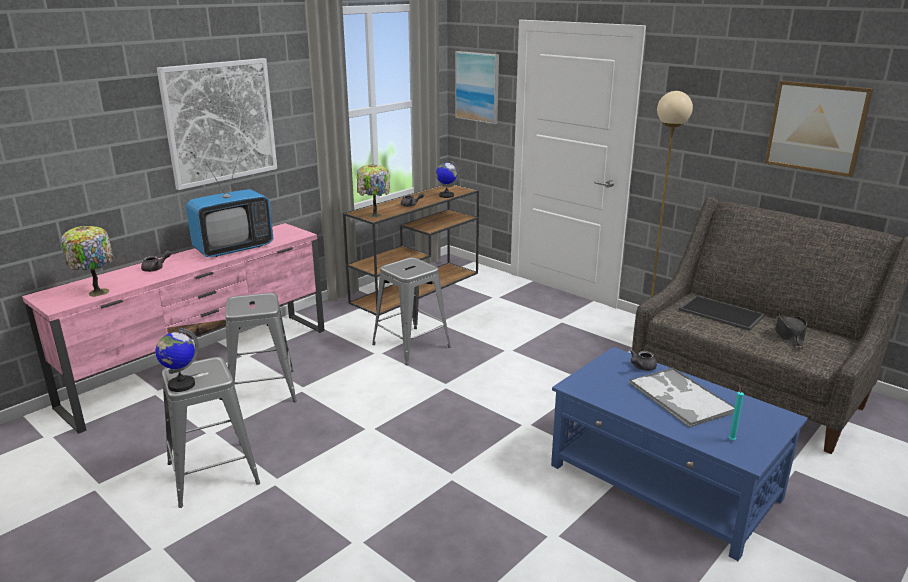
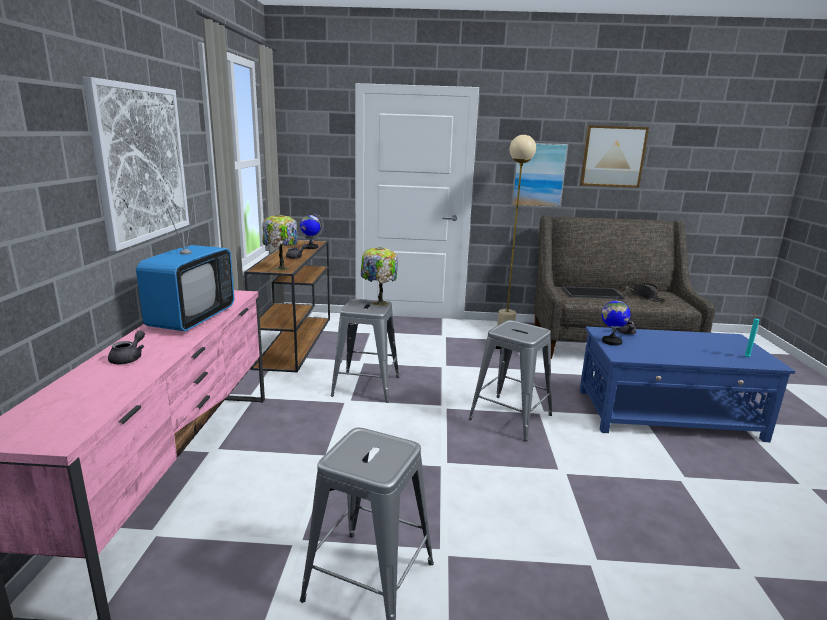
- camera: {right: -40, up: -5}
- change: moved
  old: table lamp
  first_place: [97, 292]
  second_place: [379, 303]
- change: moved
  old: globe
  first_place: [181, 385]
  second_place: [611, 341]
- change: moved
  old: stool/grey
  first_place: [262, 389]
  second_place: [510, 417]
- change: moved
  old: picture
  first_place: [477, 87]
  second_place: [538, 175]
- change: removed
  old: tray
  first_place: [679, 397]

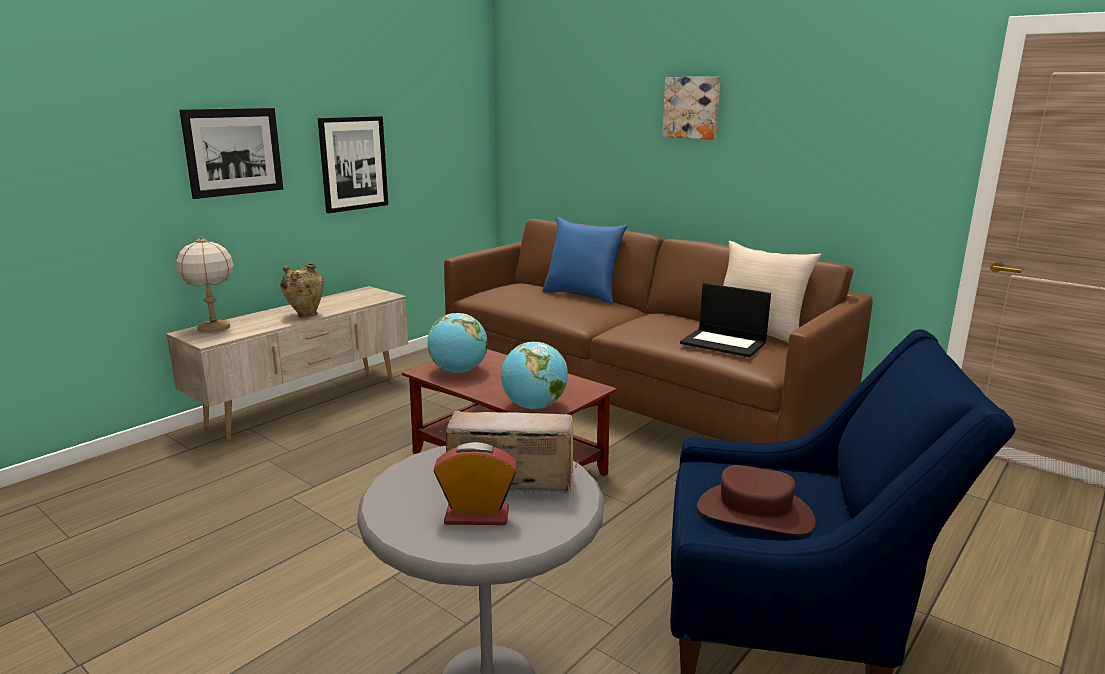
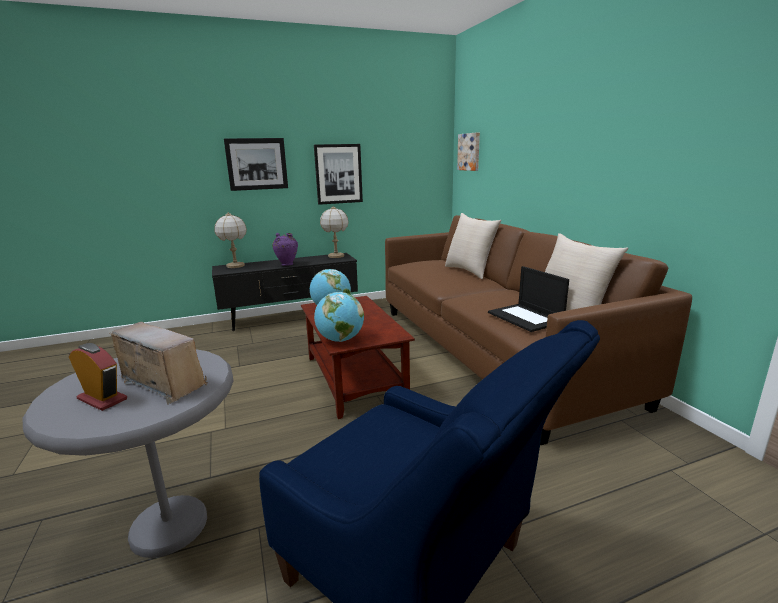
- camera: {right: 30, up: 0}
- change: recoloured
  old: tv stand/beige
  new: tv stand/black
  first_place: [306, 403]
  second_place: [291, 318]
- change: recoloured
  old: vase/beige
  new: vase/purple
  first_place: [305, 315]
  second_place: [287, 264]
- change: recoloured
  old: pillow/blue
  new: pillow/beige
  first_place: [582, 295]
  second_place: [470, 271]
- change: moved
  old: picture
  first_place: [692, 107]
  second_place: [469, 152]
- change: removed
  old: hat/brown
  first_place: [754, 513]
- change: added
  new: table lamp
  second_place: [336, 256]

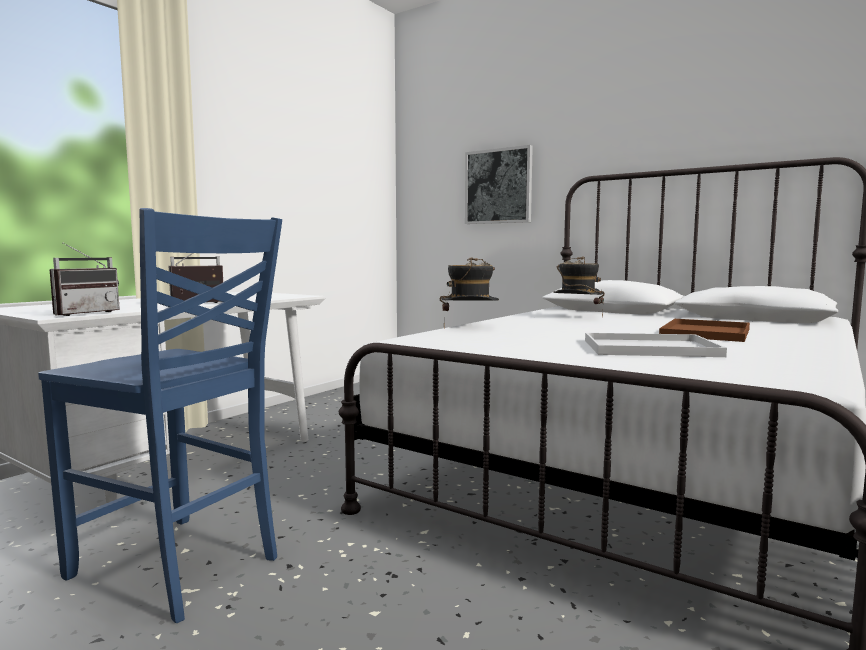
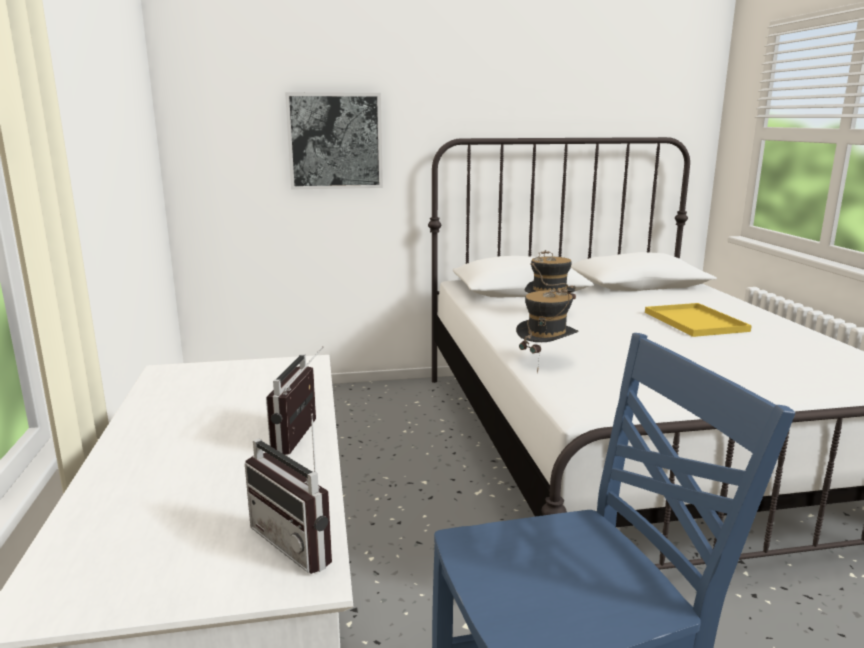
- camera: {right: -45, up: 10}
- change: turned
  old: radio
  first_place: [84, 313]
  second_place: [302, 542]
  degrees: 150
- change: removed
  old: tray/white
  first_place: [651, 348]
- change: recoloured
  old: tray/brown
  new: tray/yellow
  first_place: [706, 333]
  second_place: [697, 322]

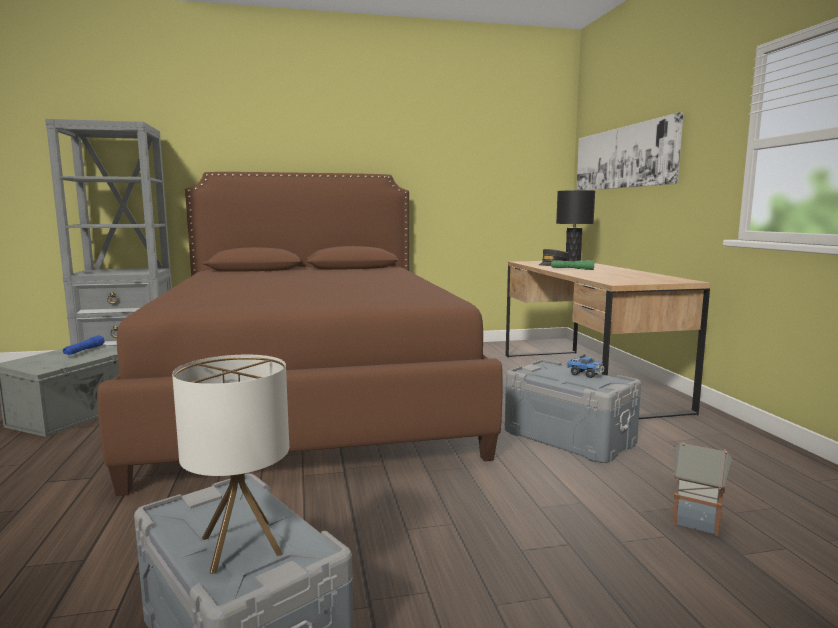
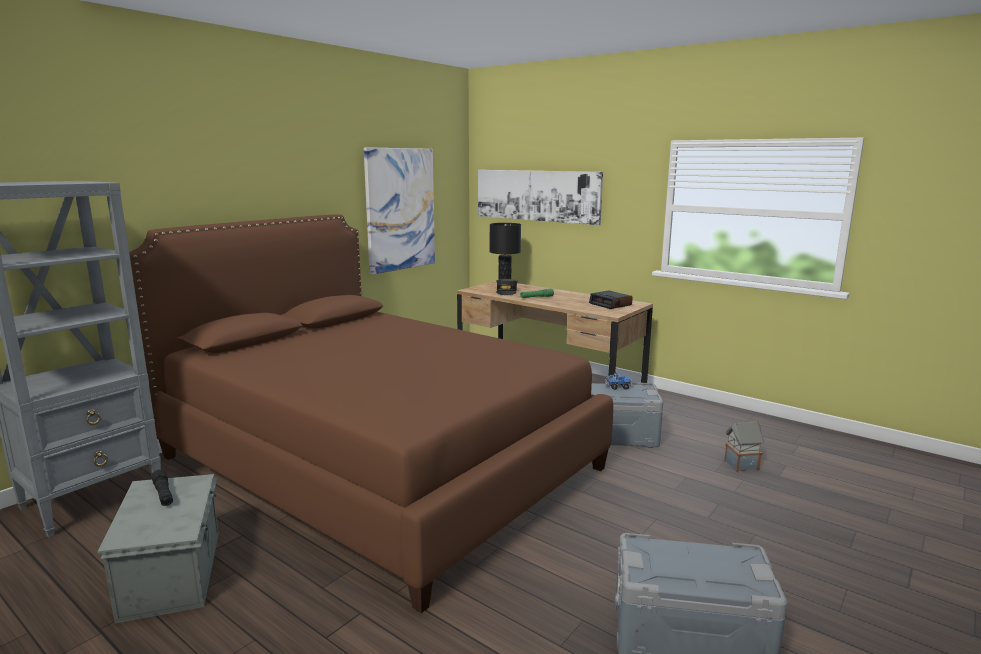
- camera: {right: -40, up: 5}
- change: recoloured
  old: flashlight/blue
  new: flashlight/black
  first_place: [84, 350]
  second_place: [163, 494]
- change: removed
  old: table lamp
  first_place: [241, 546]
- change: added
  new: picture
  second_place: [400, 209]
- change: added
  new: alarm clock
  second_place: [611, 304]

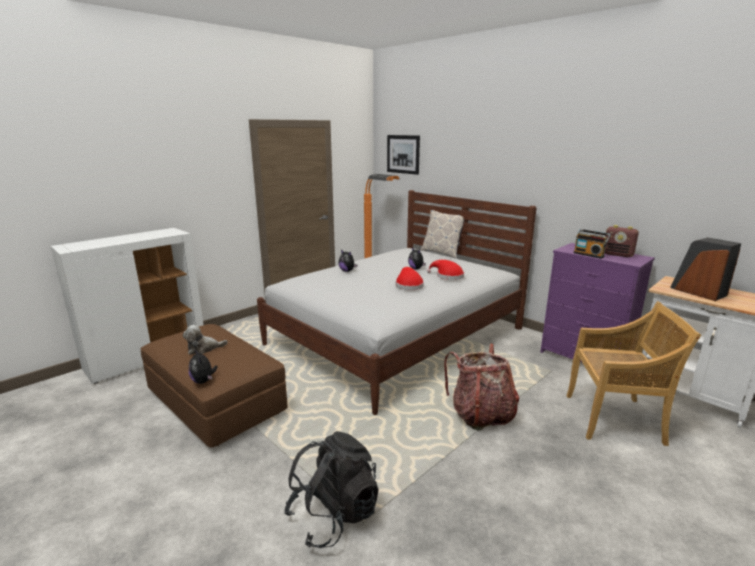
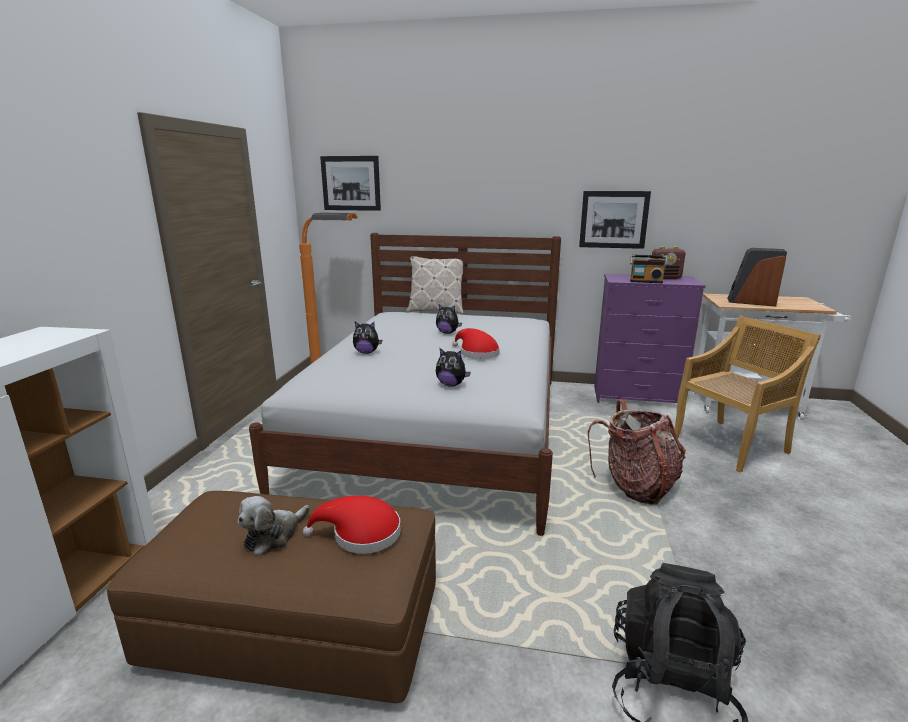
- camera: {right: -35, up: 0}
- change: moved
  old: plush toy
  first_place: [203, 381]
  second_place: [451, 384]
- change: moved
  old: hat/red
  first_place: [447, 276]
  second_place: [361, 534]
- change: added
  new: picture
  second_place: [613, 219]

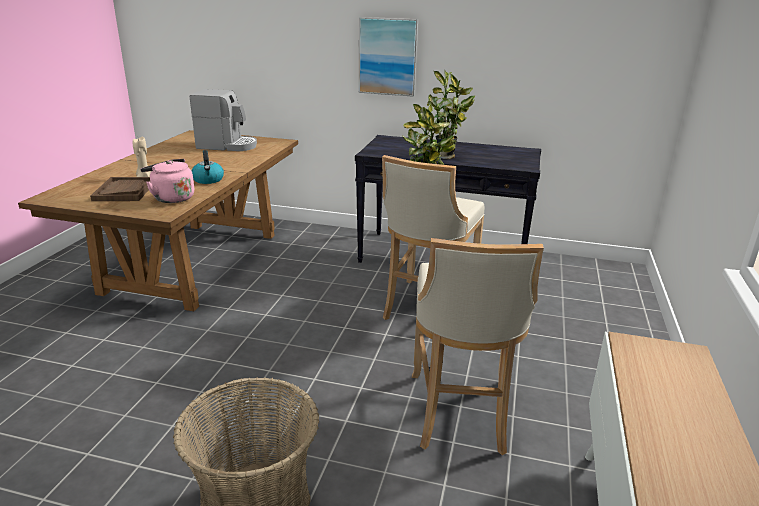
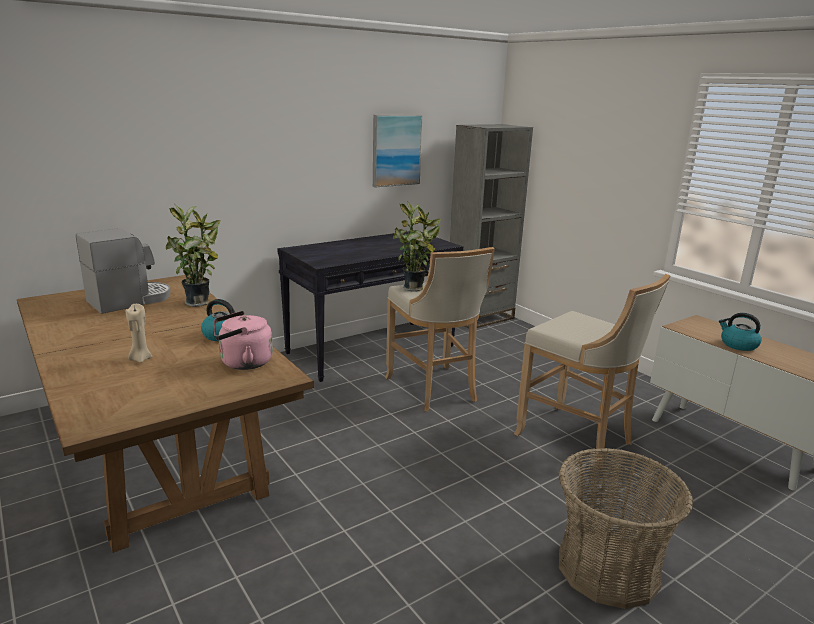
- camera: {right: -50, up: -5}
- change: removed
  old: tray/brown
  first_place: [124, 191]
- change: moved
  old: picture
  first_place: [388, 56]
  second_place: [396, 150]
- change: moved
  old: potted plant
  first_place: [447, 157]
  second_place: [200, 303]
- change: added
  new: bookcase/grey
  second_place: [480, 317]
- change: added
  new: kettle
  second_place: [738, 345]

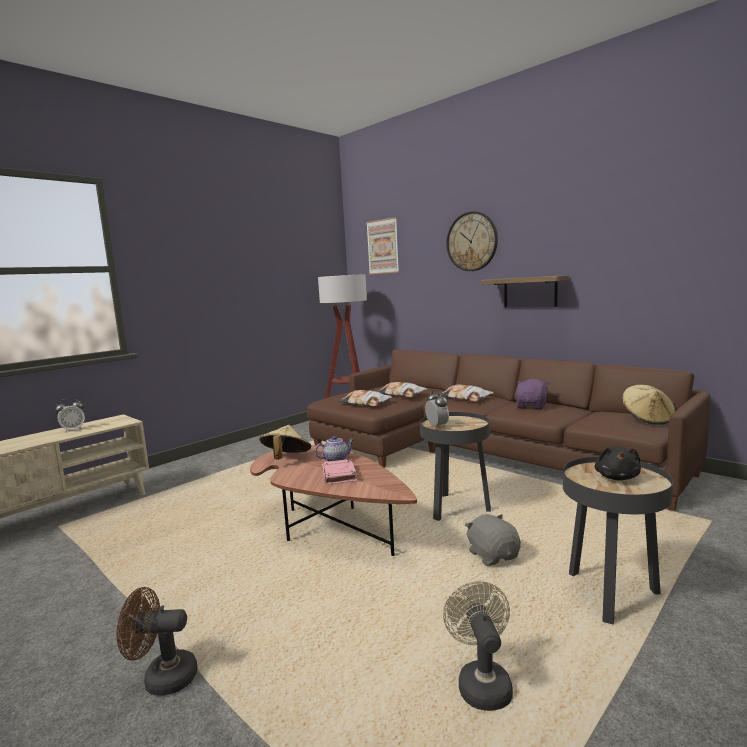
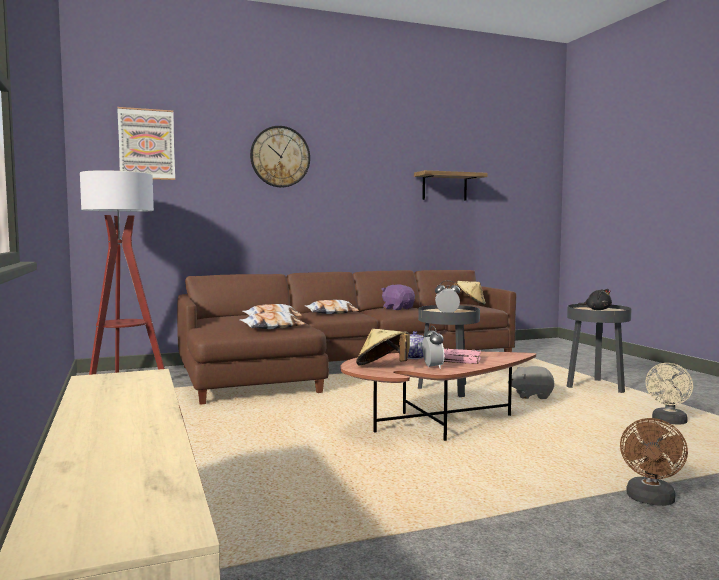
- camera: {right: -65, up: -5}
- change: moved
  old: alarm clock
  first_place: [73, 430]
  second_place: [432, 367]
- change: turned
  old: fan/beige
  first_place: [481, 682]
  second_place: [668, 422]
  degrees: -75
- change: moved
  old: shelf
  first_place: [530, 292]
  second_place: [444, 187]

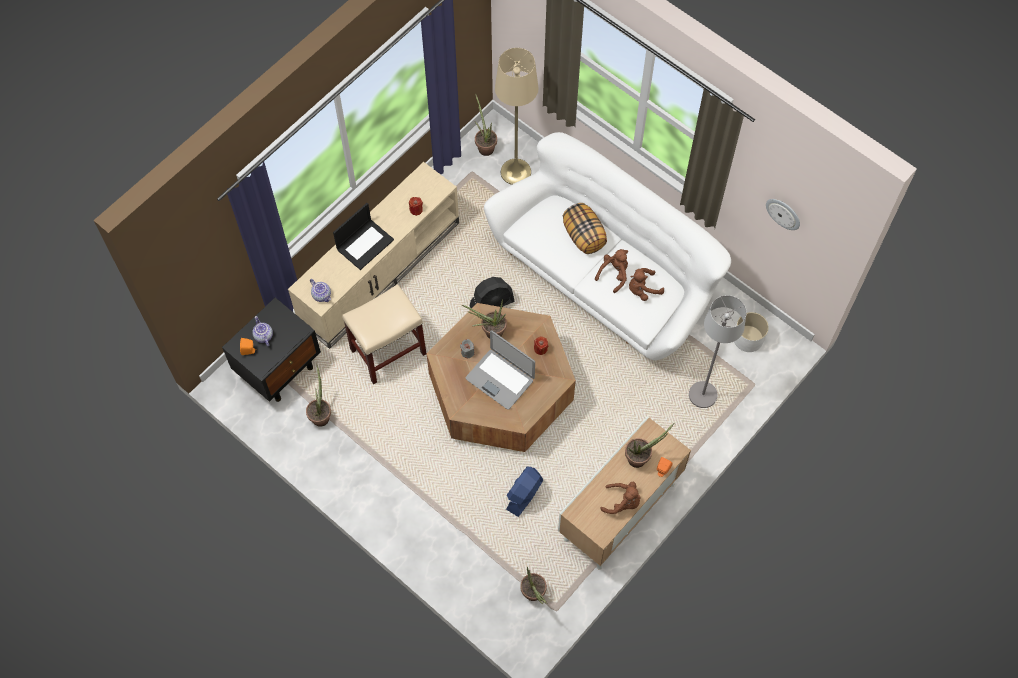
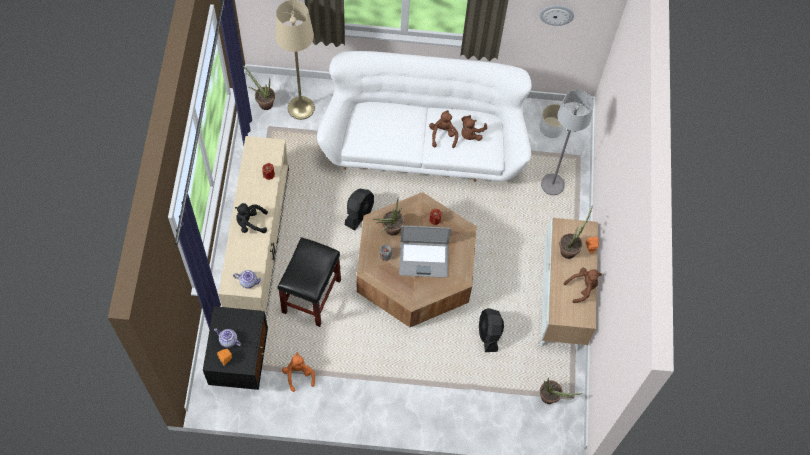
- camera: {right: -40, up: 0}
- change: replaced
  old: potted plant
  new: plush toy/orange
  first_place: [321, 414]
  second_place: [298, 374]
- change: replaced
  old: laptop
  new: plush toy/black
  first_place: [365, 244]
  second_place: [250, 223]
- change: recoloured
  old: stool/beige
  new: stool/black
  first_place: [388, 351]
  second_place: [311, 295]
- change: recoloured
  old: fan/blue
  new: fan/black
  first_place: [524, 495]
  second_place: [489, 333]
- change: removed
  old: pillow
  first_place: [584, 236]

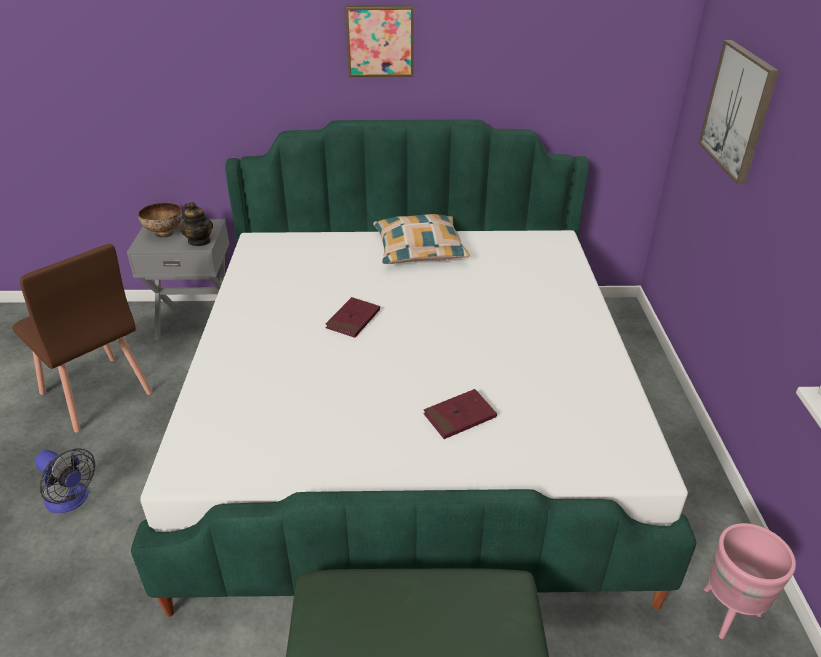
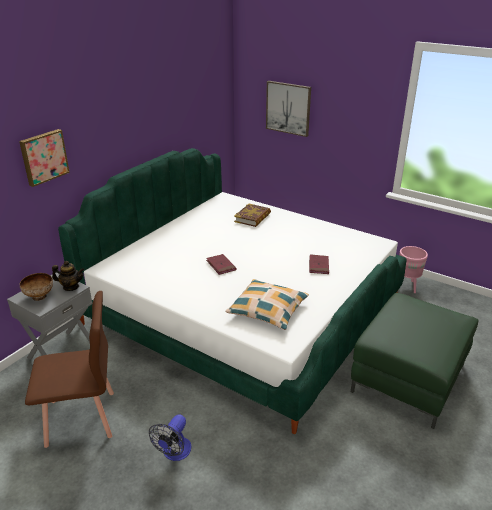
- camera: {right: -55, up: -5}
- change: turned
  old: fan
  first_place: [71, 500]
  second_place: [174, 453]
  degrees: 135
- change: moved
  old: picture
  first_place: [380, 41]
  second_place: [43, 157]
- change: moved
  old: pillow
  first_place: [419, 249]
  second_place: [268, 310]
- change: added
  new: book
  second_place: [252, 218]

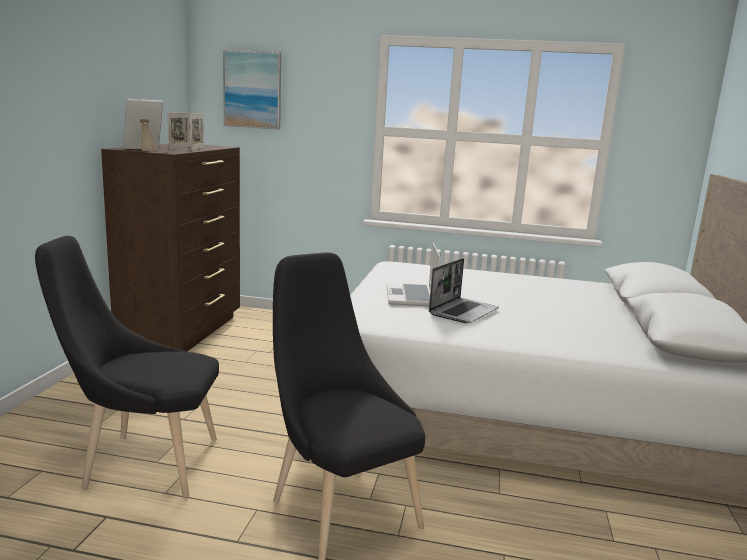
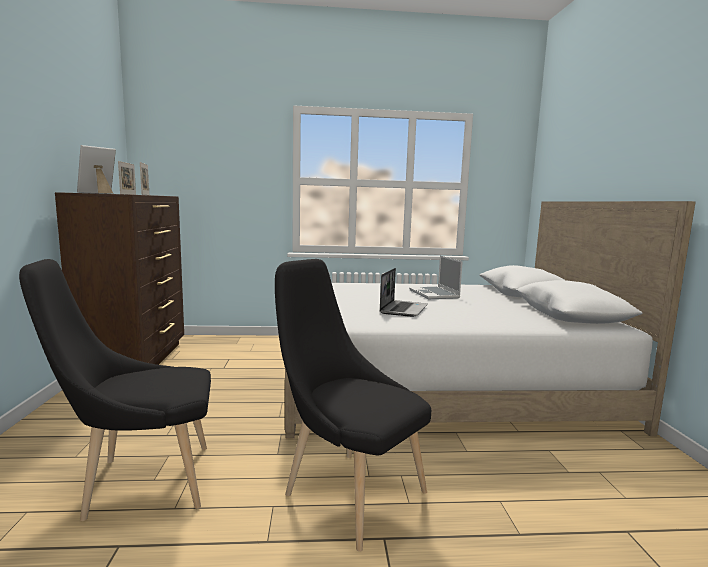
- camera: {right: -15, up: -5}
- change: removed
  old: picture
  first_place: [252, 90]
- change: moved
  old: laptop
  first_place: [411, 297]
  second_place: [435, 294]

